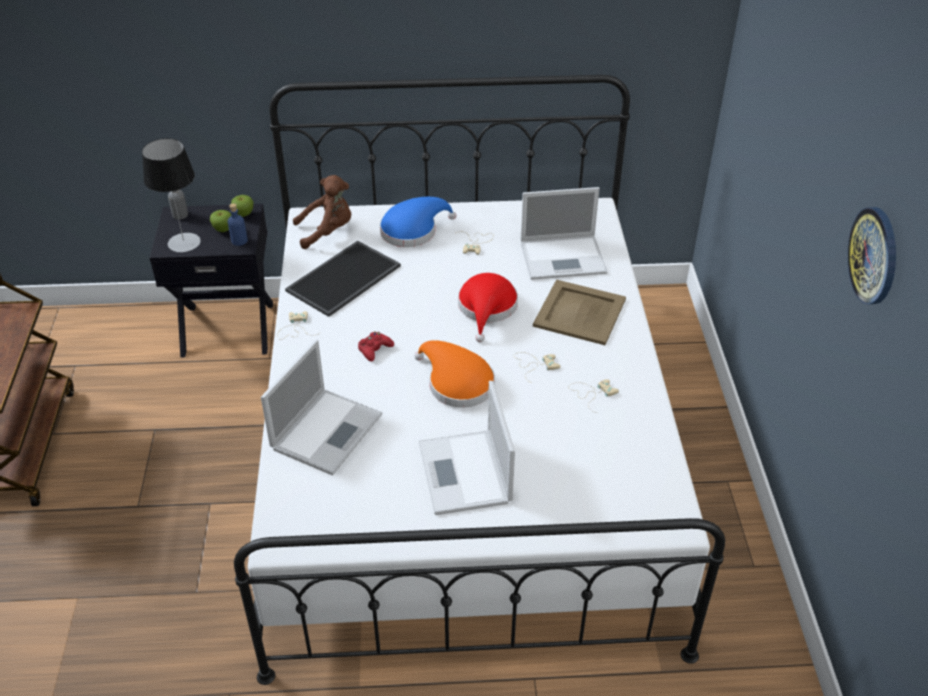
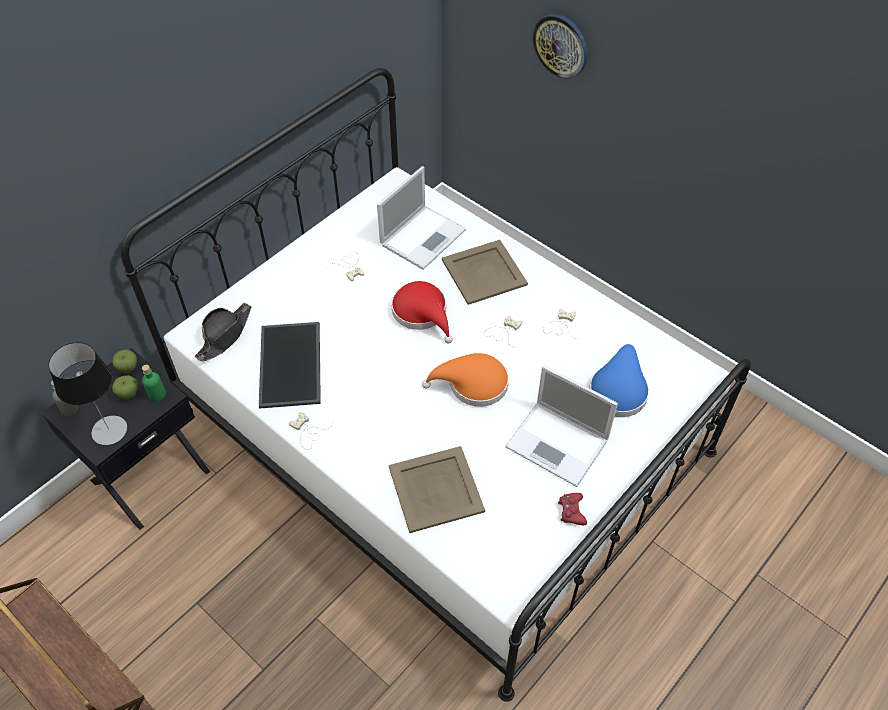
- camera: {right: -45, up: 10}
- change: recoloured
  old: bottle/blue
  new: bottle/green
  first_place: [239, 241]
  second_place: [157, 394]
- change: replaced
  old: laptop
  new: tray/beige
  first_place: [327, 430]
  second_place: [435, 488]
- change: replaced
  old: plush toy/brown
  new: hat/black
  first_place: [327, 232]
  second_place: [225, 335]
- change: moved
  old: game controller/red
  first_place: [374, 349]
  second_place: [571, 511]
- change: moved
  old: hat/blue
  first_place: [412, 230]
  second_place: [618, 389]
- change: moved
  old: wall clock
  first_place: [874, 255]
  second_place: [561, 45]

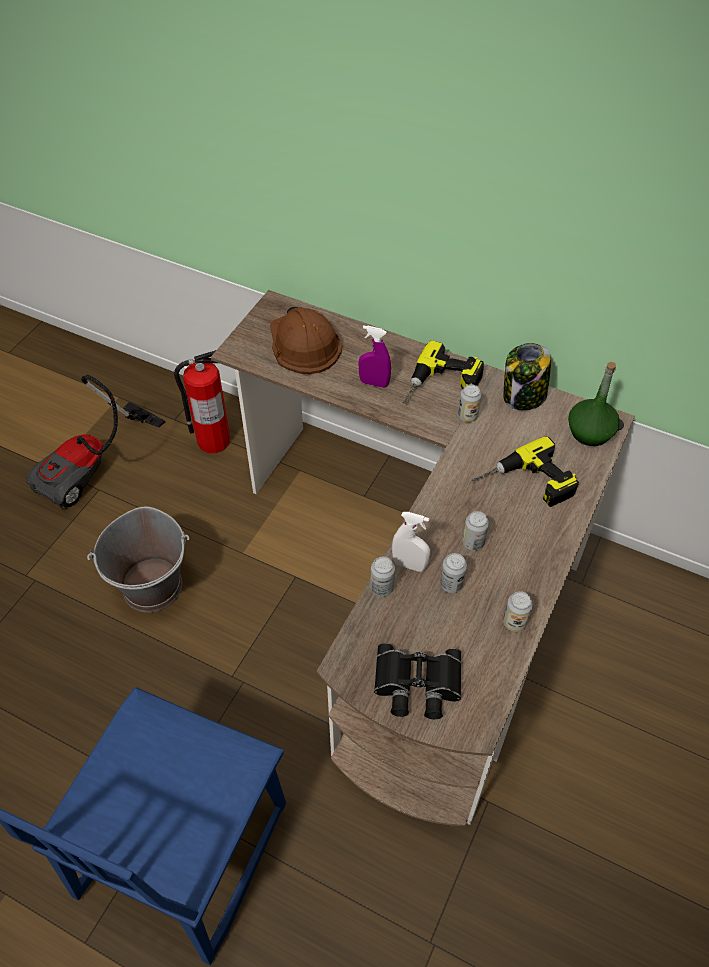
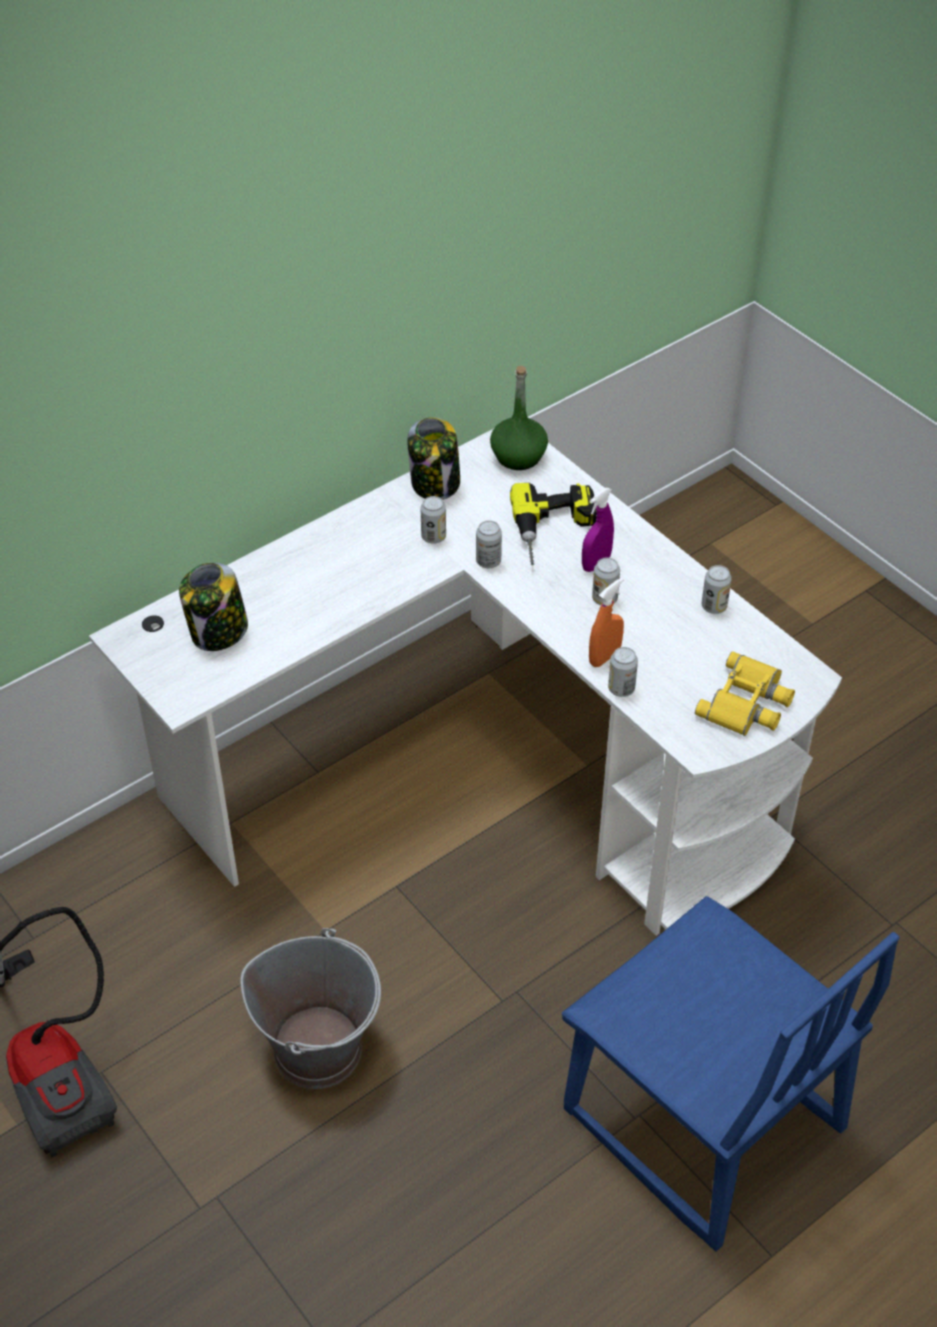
- camera: {right: -65, up: -5}
- change: removed
  old: fire extinguisher
  first_place: [213, 441]
- change: recoloured
  old: desk/brown
  new: desk/white
  first_place: [423, 588]
  second_place: [487, 767]
- change: replaced
  old: hard hat/brown
  new: jar
  first_place: [303, 343]
  second_place: [218, 632]
- change: moved
  old: spray bottle/purple
  first_place: [374, 383]
  second_place: [596, 563]
- change: recoloured
  old: binoculars/black
  new: binoculars/yellow
  first_place: [416, 685]
  second_place: [748, 703]
- change: recoloured
  old: spray bottle/white
  new: spray bottle/orange
  first_place: [409, 565]
  second_place: [604, 657]
- change: removed
  old: power drill
  first_place: [441, 386]
- change: moved
  old: can
  first_place: [451, 584]
  second_place: [488, 561]

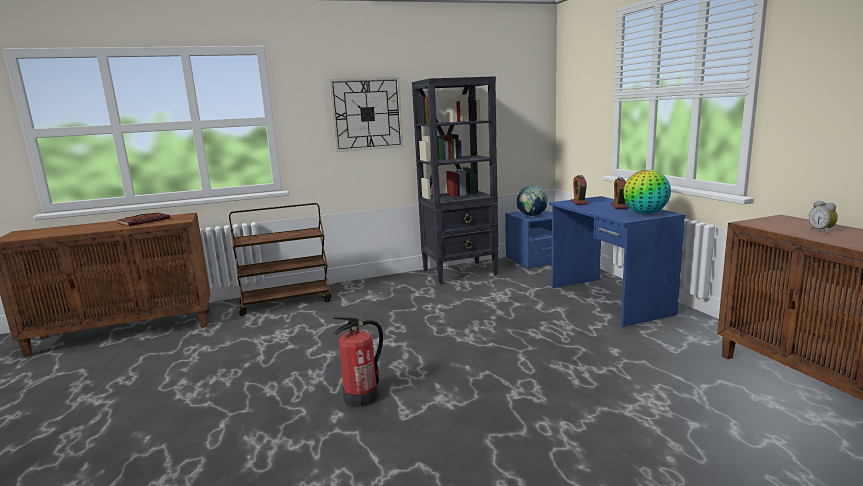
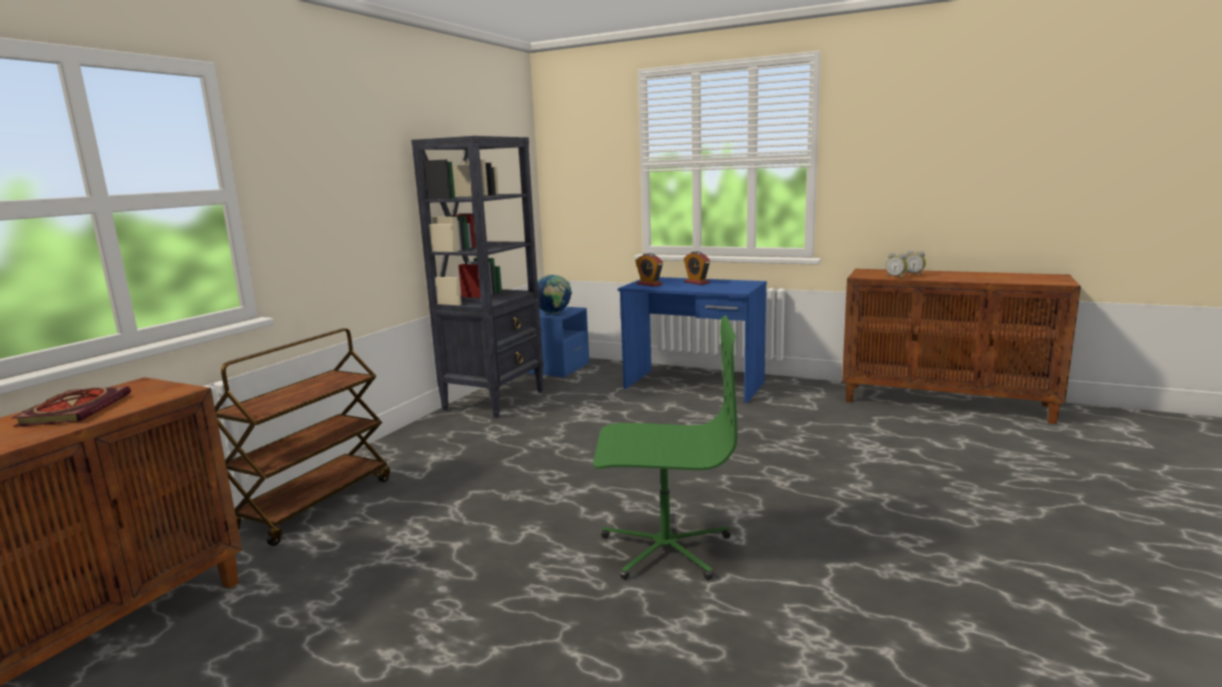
- camera: {right: -45, up: 0}
- change: removed
  old: wall clock
  first_place: [367, 114]
- change: replaced
  old: fire extinguisher
  new: office chair/green
  first_place: [361, 397]
  second_place: [665, 547]
- change: removed
  old: globe
  first_place: [645, 213]
- change: added
  new: alarm clock
  second_place: [896, 277]

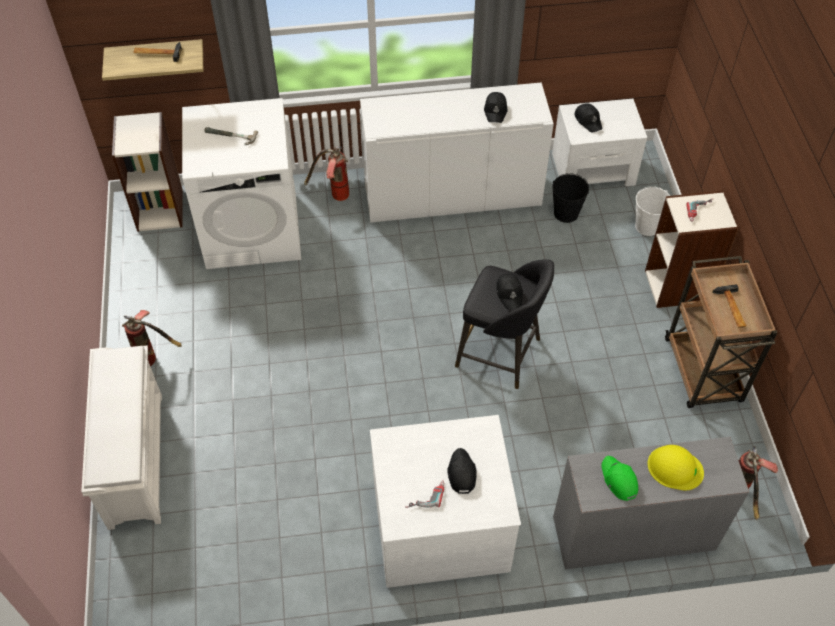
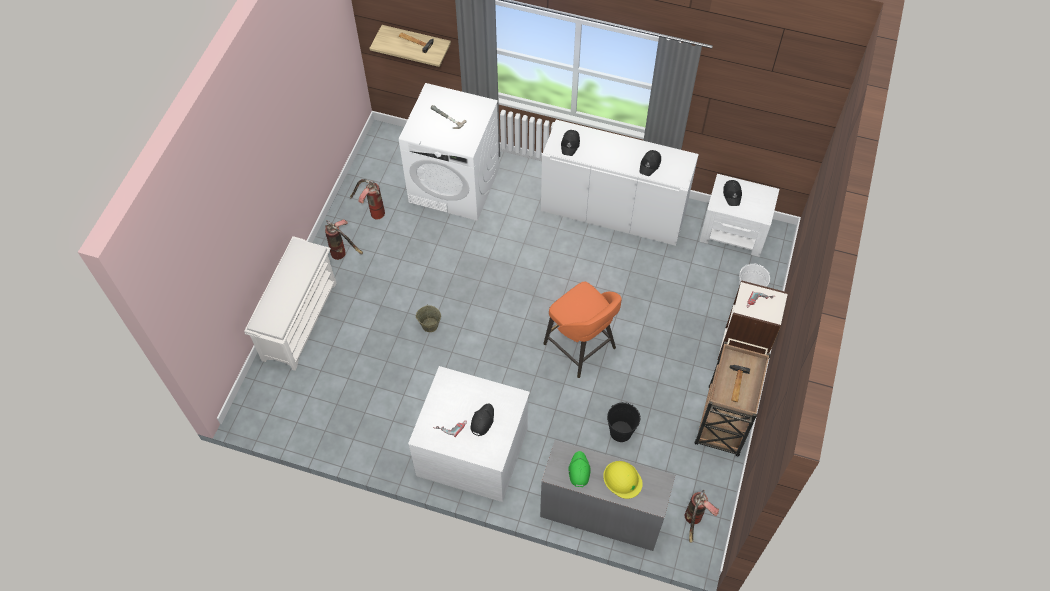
- camera: {right: 25, up: 5}
- change: removed
  old: bookcase
  first_place: [160, 209]
- change: moved
  old: fire extinguisher
  first_place: [333, 195]
  second_place: [371, 212]
- change: recoloured
  old: stool/black
  new: stool/orange
  first_place: [500, 354]
  second_place: [581, 347]
- change: moved
  old: cap/black
  first_place: [510, 293]
  second_place: [570, 144]
- change: moved
  old: bucket/black
  first_place: [566, 213]
  second_place: [620, 432]
- change: added
  new: bucket/beige
  second_place: [429, 325]

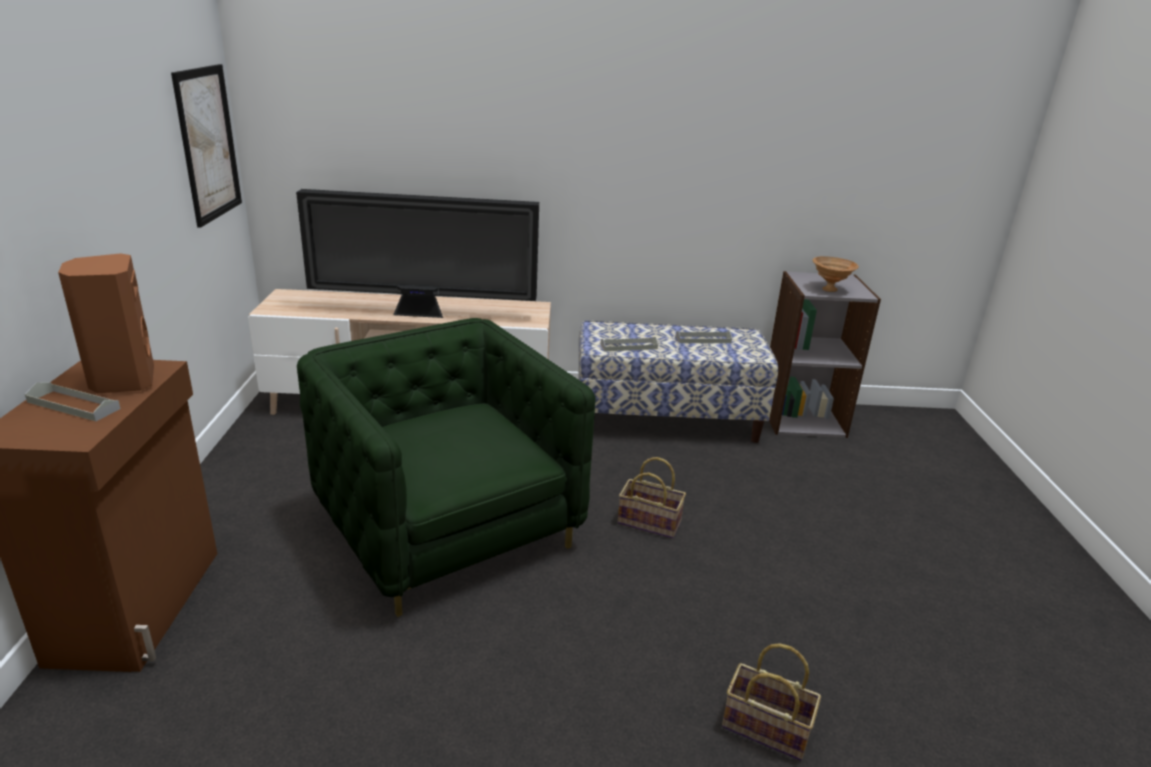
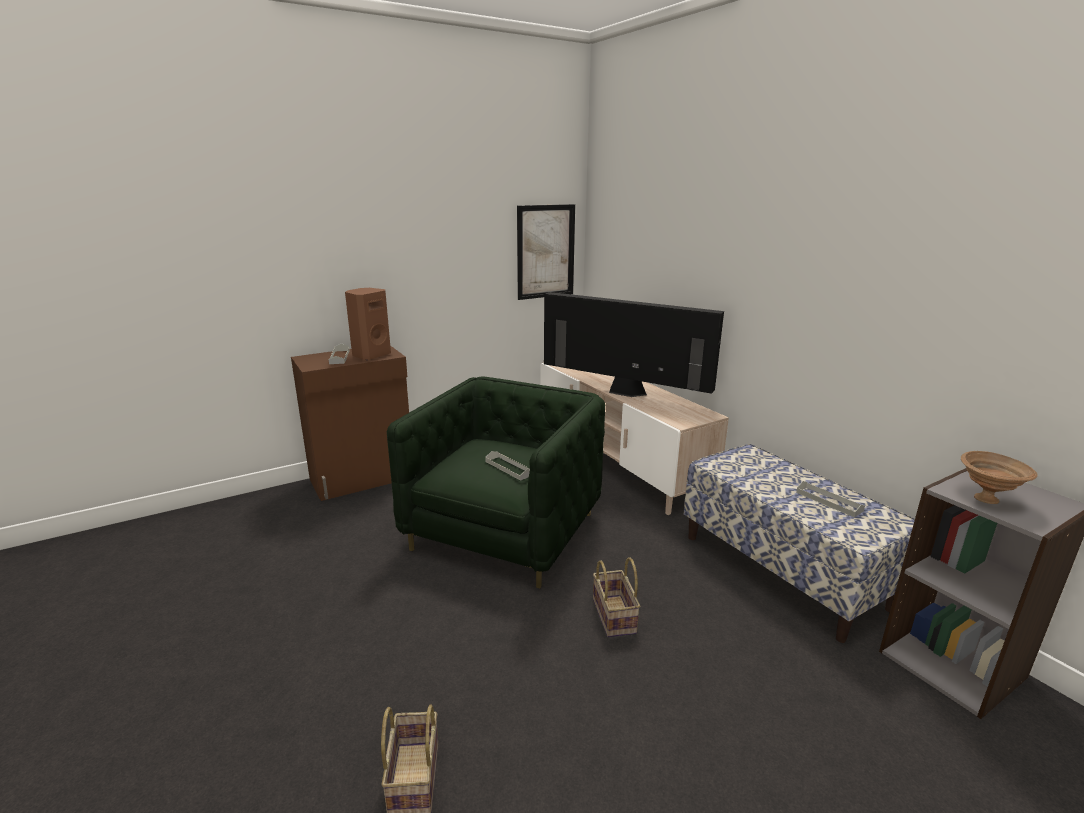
- camera: {right: 60, up: -5}
- change: turned
  old: television
  first_place: [423, 314]
  second_place: [623, 392]
  degrees: 150
- change: moved
  old: tray/grey
  first_place: [628, 346]
  second_place: [509, 468]

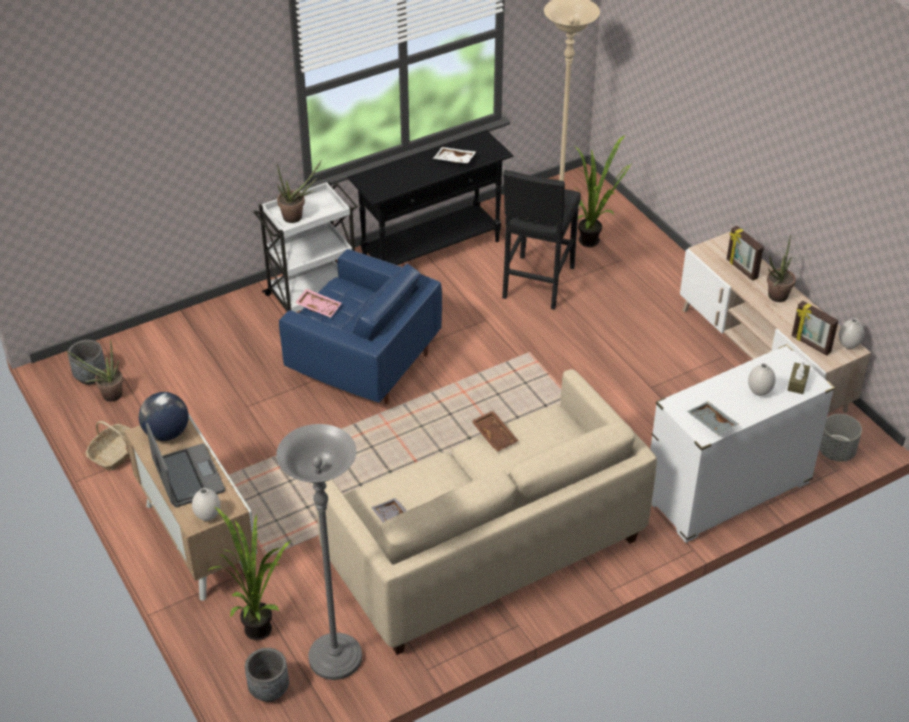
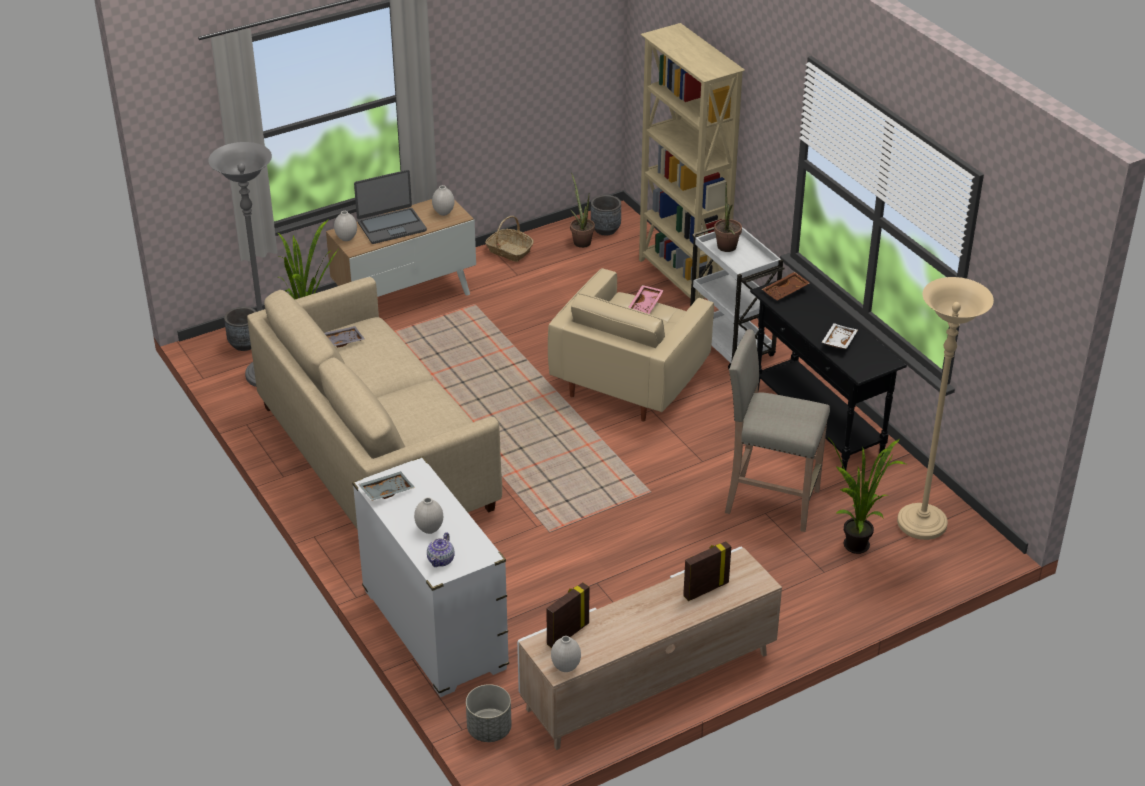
- camera: {right: 90, up: -5}
- change: replaced
  old: globe
  new: vase/white
  first_place: [166, 433]
  second_place: [443, 213]
- change: recoloured
  old: armchair/blue
  new: armchair/beige
  first_place: [362, 362]
  second_place: [631, 379]
- change: moved
  old: tray/brown
  first_place: [495, 435]
  second_place: [786, 291]
- change: recoloured
  old: stool/black
  new: stool/beige
  first_place: [537, 283]
  second_place: [769, 501]
- change: removed
  old: potted plant
  first_place: [775, 298]
- change: replaced
  old: tissue box/brown
  new: teapot
  first_place: [797, 382]
  second_place: [441, 560]
- change: added
  new: bookcase/beige
  second_place: [682, 279]

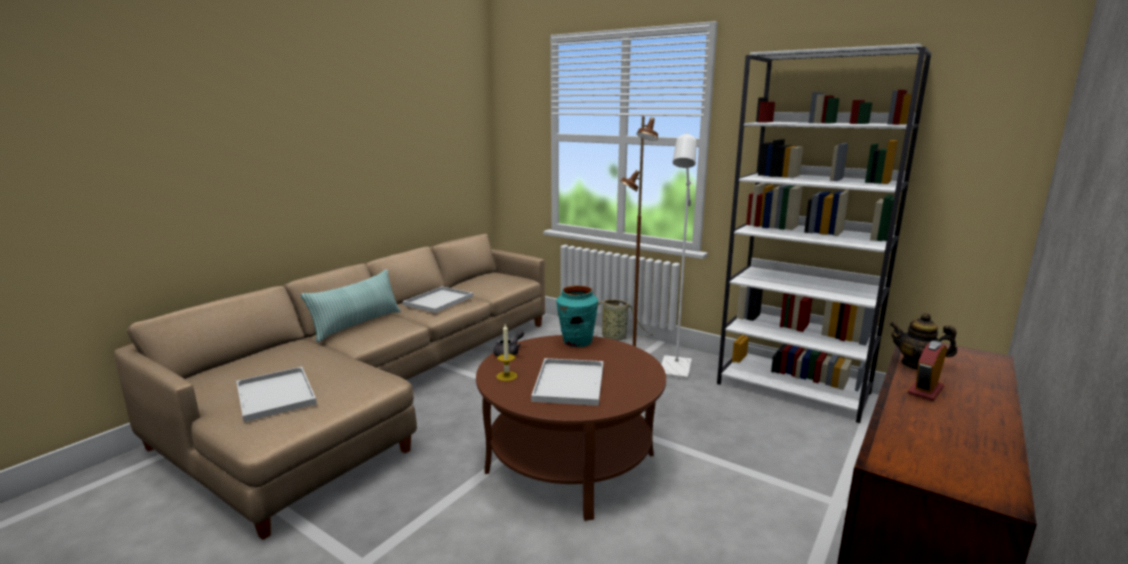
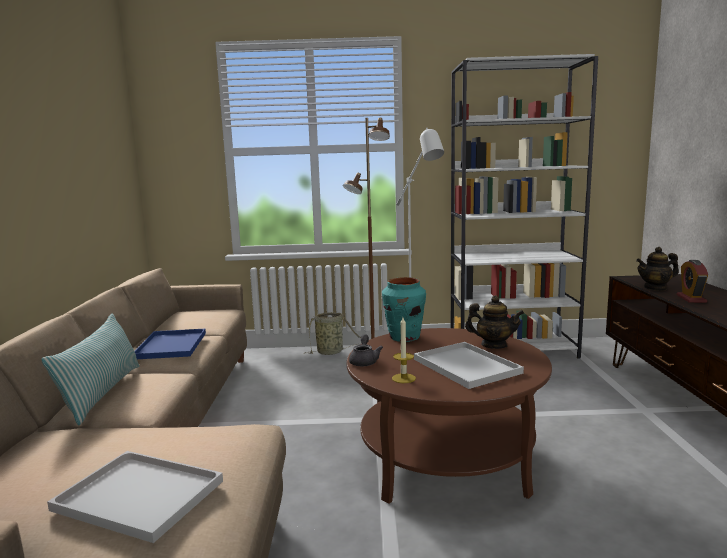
- camera: {right: -35, up: -5}
- change: recoloured
  old: tray/white
  new: tray/blue
  first_place: [438, 301]
  second_place: [171, 346]
- change: added
  new: teapot
  second_place: [493, 345]

